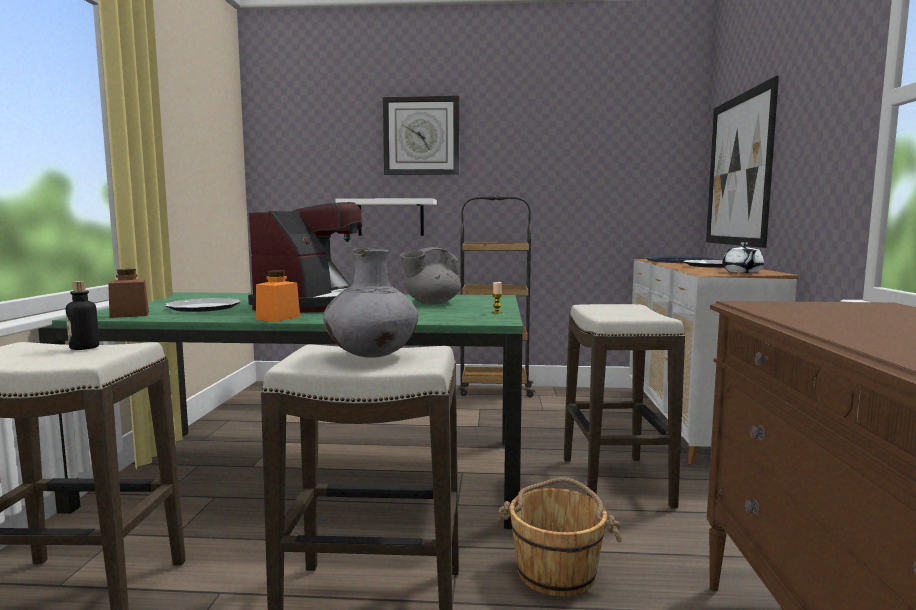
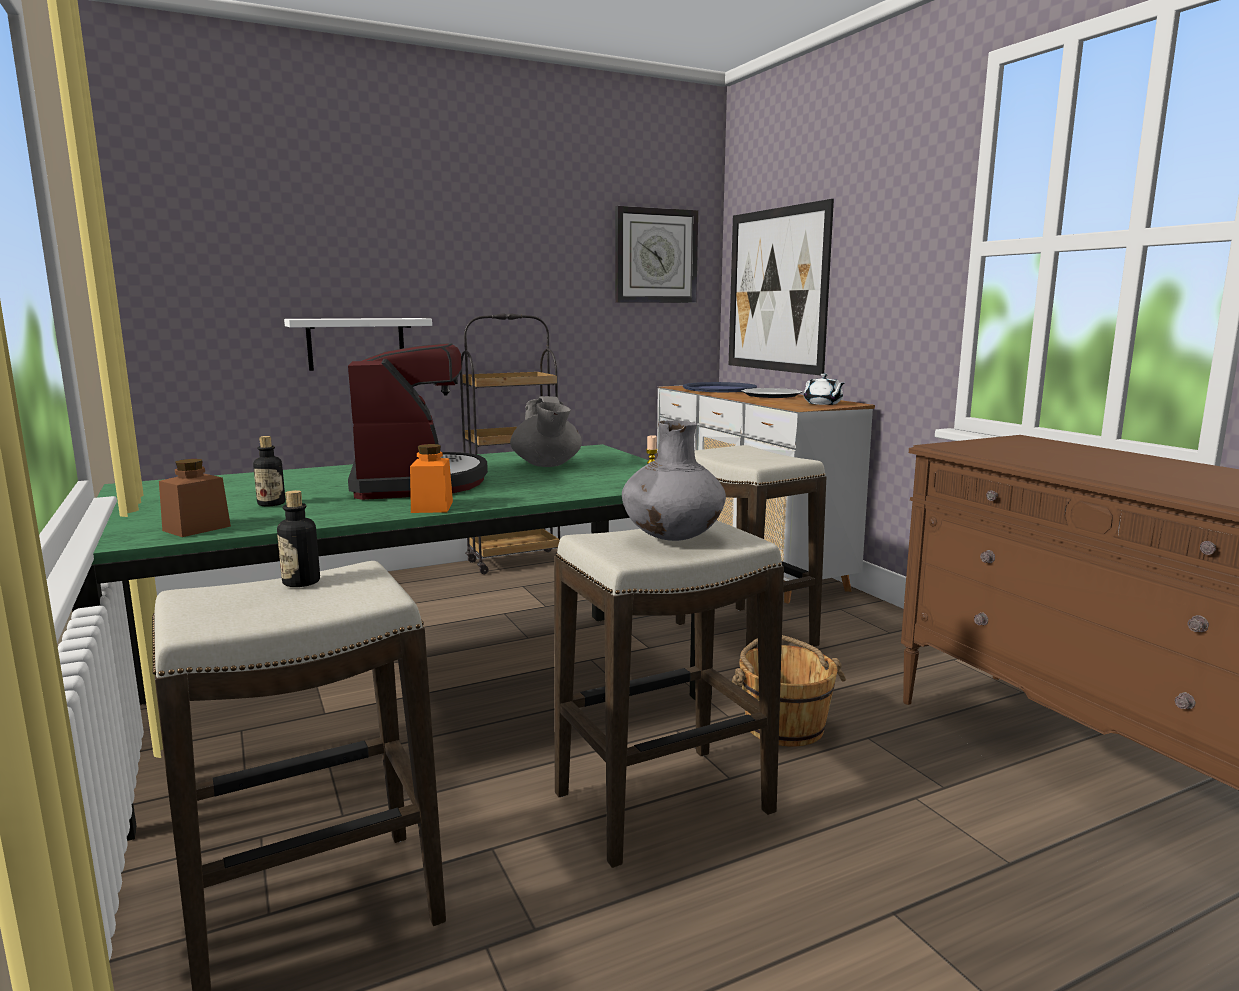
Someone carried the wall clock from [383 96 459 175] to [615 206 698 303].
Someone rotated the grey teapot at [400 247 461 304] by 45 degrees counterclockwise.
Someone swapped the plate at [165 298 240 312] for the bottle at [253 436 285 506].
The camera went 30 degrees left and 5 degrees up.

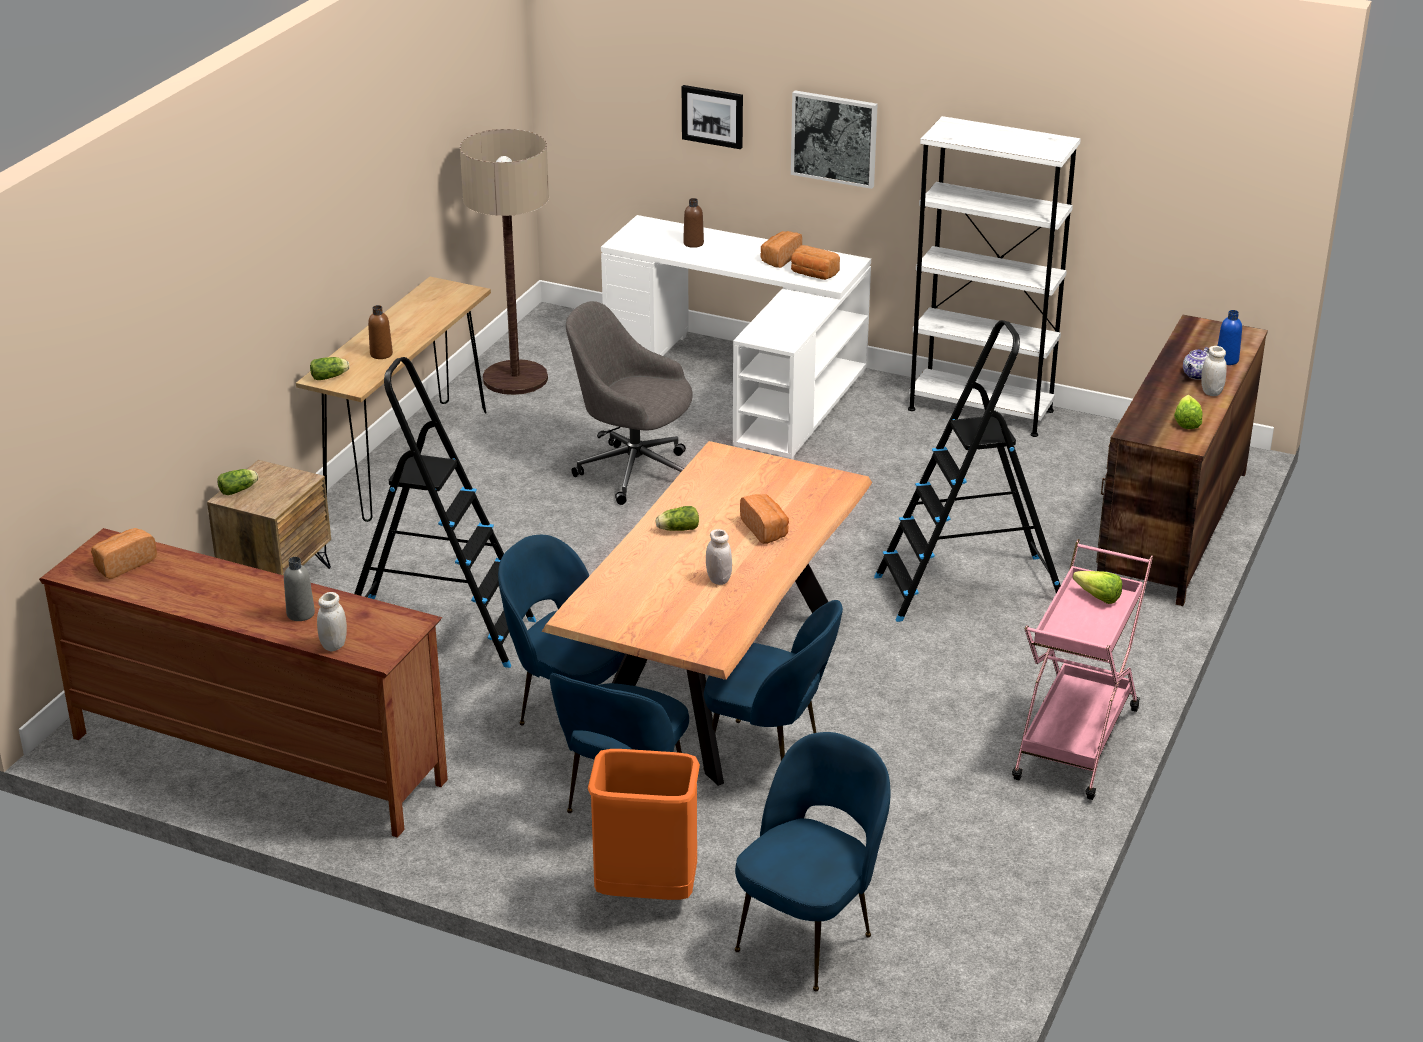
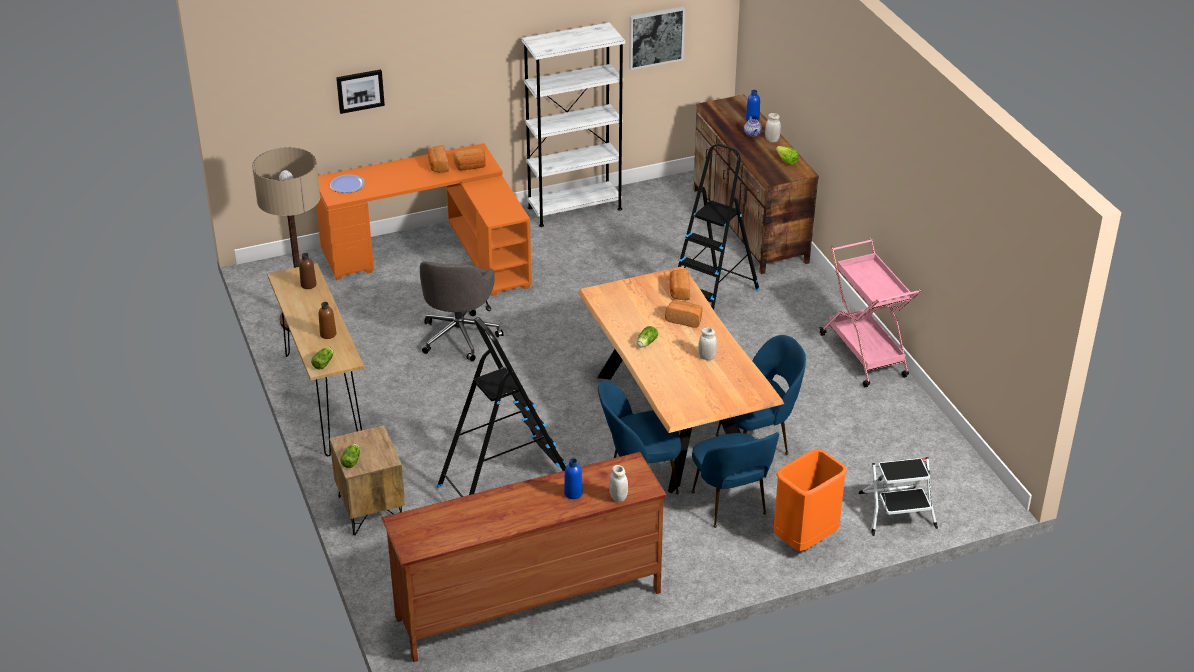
Someone carried the picture from [791 90 878 189] to [629 7 685 70].
Someone carried the brown bottle from [683 198 704 248] to [299 253 317 289].
Someone repainted the white desk at [601 215 871 460], which became the orange desk at [316 143 532 296].
Someone rotated the grey office chair at [566 301 693 505] by 60 degrees counterclockwise.
Someone carried the bread from [91 528 157 579] to [670 269 690 300].
Someone repainted the grey bottle at [284 557 315 621], which became the blue bottle at [564 458 583 499].
Someone took away the lettuce at [1073 571 1122 604].
Someone swapped the blue chair at [735 732 890 992] for the step ladder at [858 457 938 536].
Someone put down the plate at [330 174 365 193].
The camera went 45 degrees left and 5 degrees up.

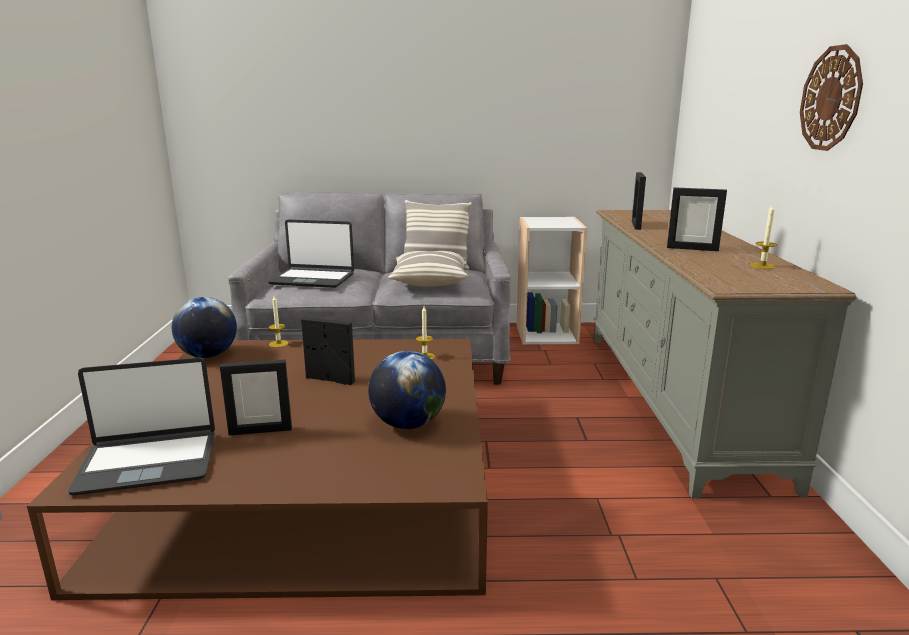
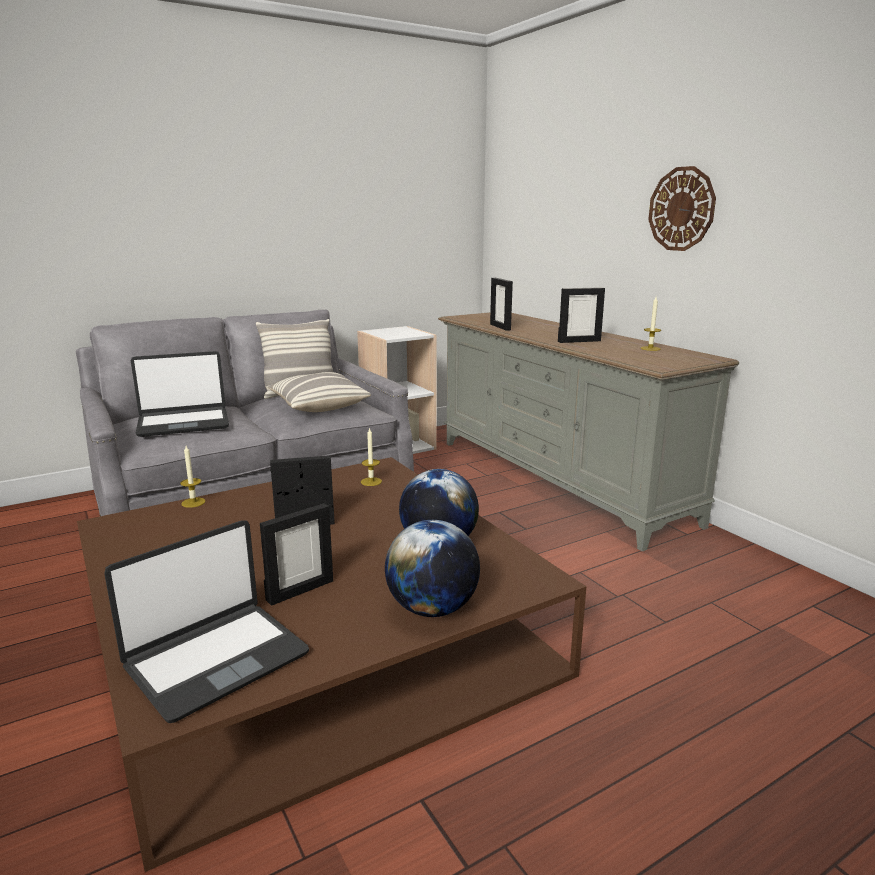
Someone carried the globe from [172 297 237 358] to [385 520 480 617].
The camera went 30 degrees left and 0 degrees up.

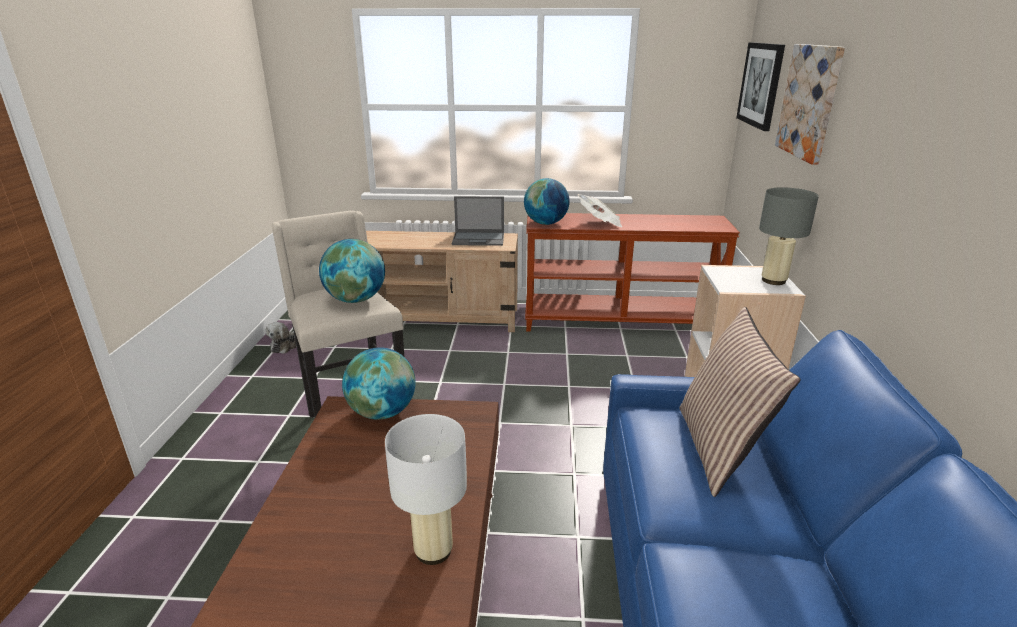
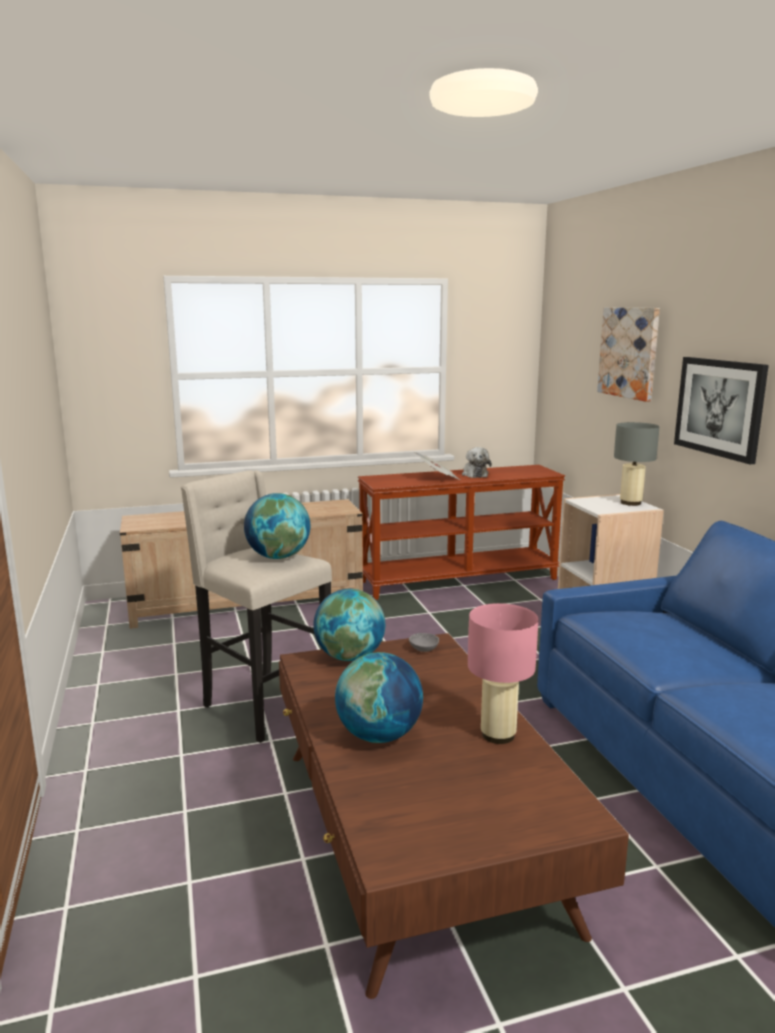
Someone carried the picture from [736 42 785 131] to [674 357 769 464].
Someone carried the globe from [524 178 570 225] to [335 652 423 743].
Someone took away the laptop at [452 196 504 246].
Someone took away the pillow at [679 307 801 497].
Someone carried the plush toy from [266 322 296 354] to [462 447 492 478].
Someone repainted the white table lamp at [385 414 467 565], which became the pink table lamp at [468 603 538 744].
Someone put down the grey bowl at [409 633 439 652].
The camera went 20 degrees left and 10 degrees down.

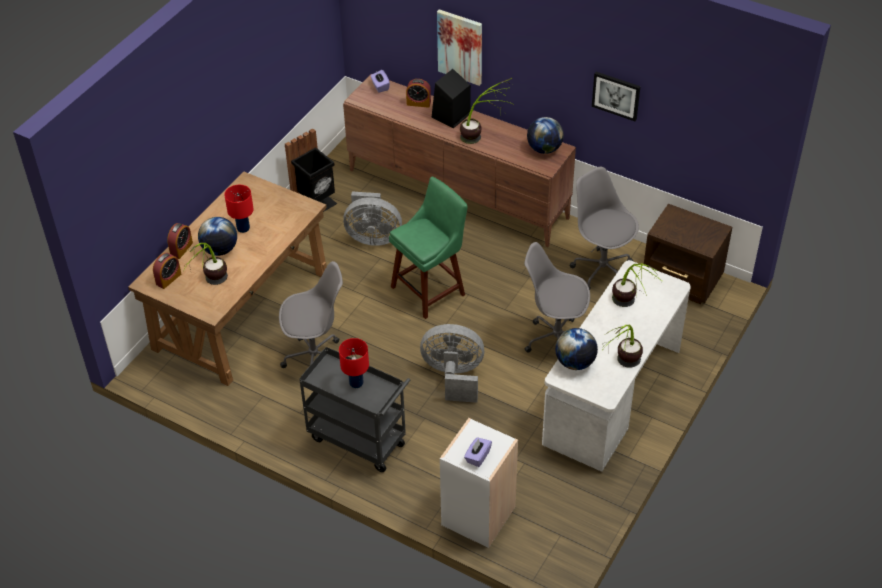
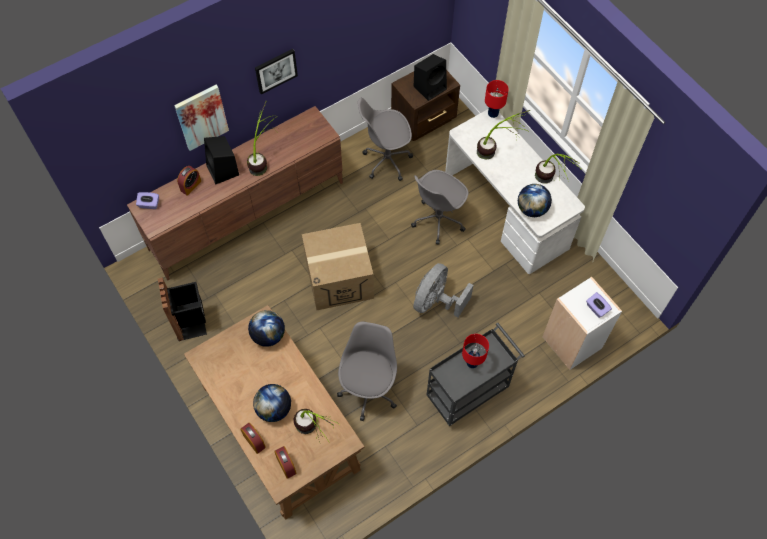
Someone carried the picture from [592 72 641 121] to [255 49 298 95].
Someone carried the globe from [527 117 564 154] to [248 310 285 347].
Someone swapped the green chair at [389 177 468 319] for the cardboard box at [302 223 374 310].
Someone carried the red table lamp from [224 185 254 233] to [485 80 509 118].
Someone took away the grey fan at [343 192 402 246].
Someone put down the black speaker at [414 54 447 101].
The camera went 65 degrees left and 15 degrees up.

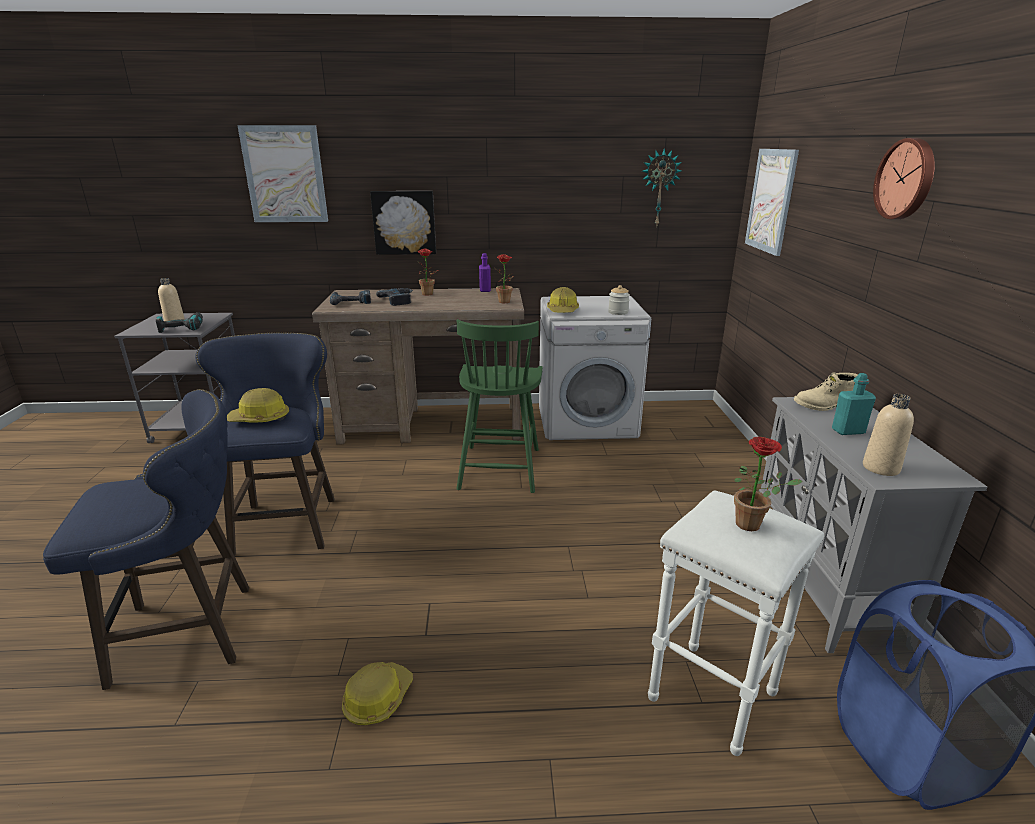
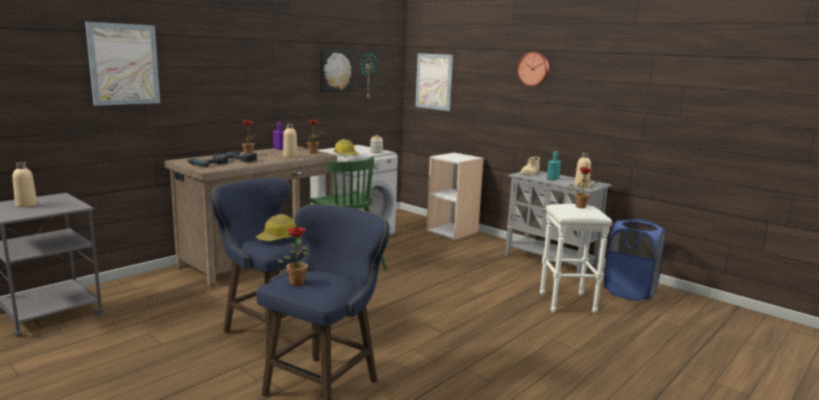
Someone carried the picture from [370 191 436 255] to [320 49 354 92].
Someone took away the power drill at [156 313 203 333].
Someone took away the hard hat at [342 662 413 725].
Someone put down the beige bottle at [283 124 298 158].
Someone put down the bookcase at [426 153 484 240].
Someone put down the potted plant at [277 227 309 286].
The camera went 45 degrees left and 10 degrees down.

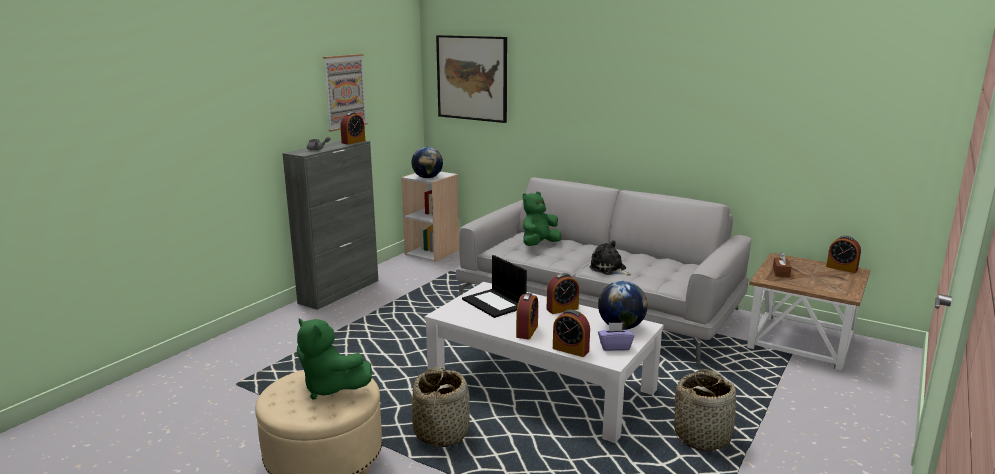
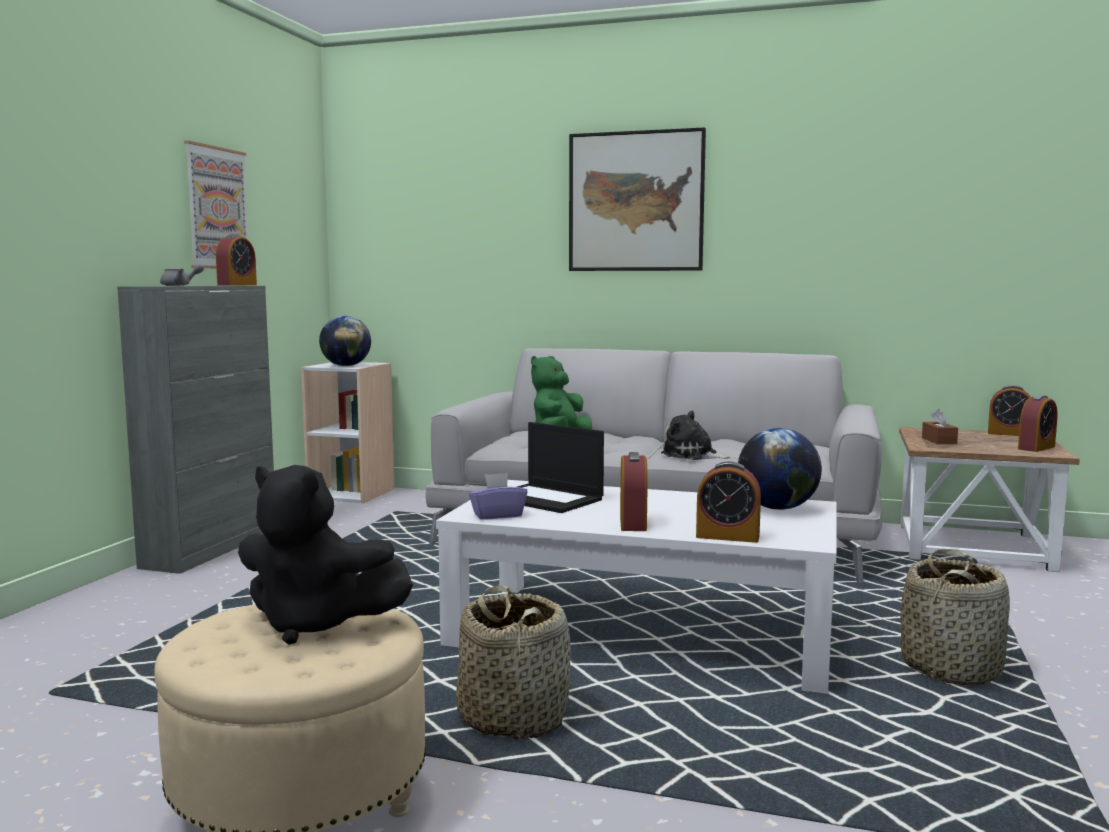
Someone carried the picture from [436 35 507 123] to [569 127 706 271].
Someone carried the alarm clock from [547 273 579 314] to [1018 395 1058 452].
Someone repainted the green plush toy at [297 319 372 399], which became the black plush toy at [238 465 413 645].
Someone carried the purple tissue box from [598 322 634 351] to [469 473 527 520].
The camera went 15 degrees left and 10 degrees down.

